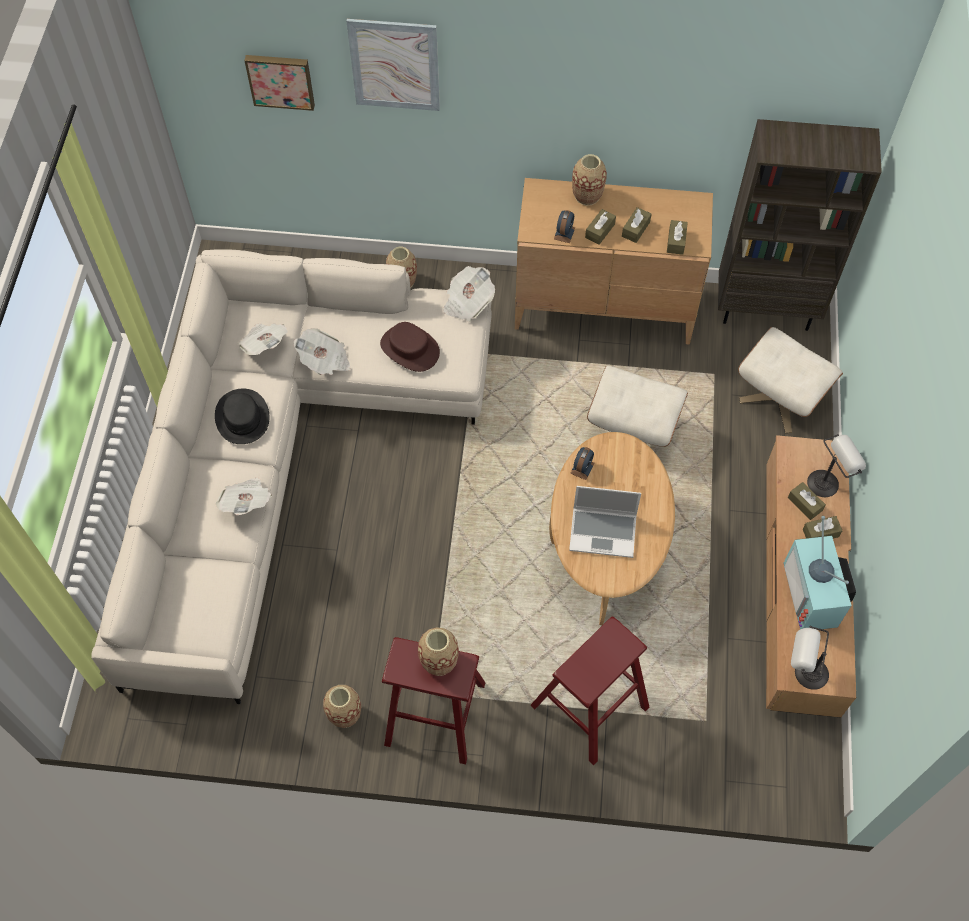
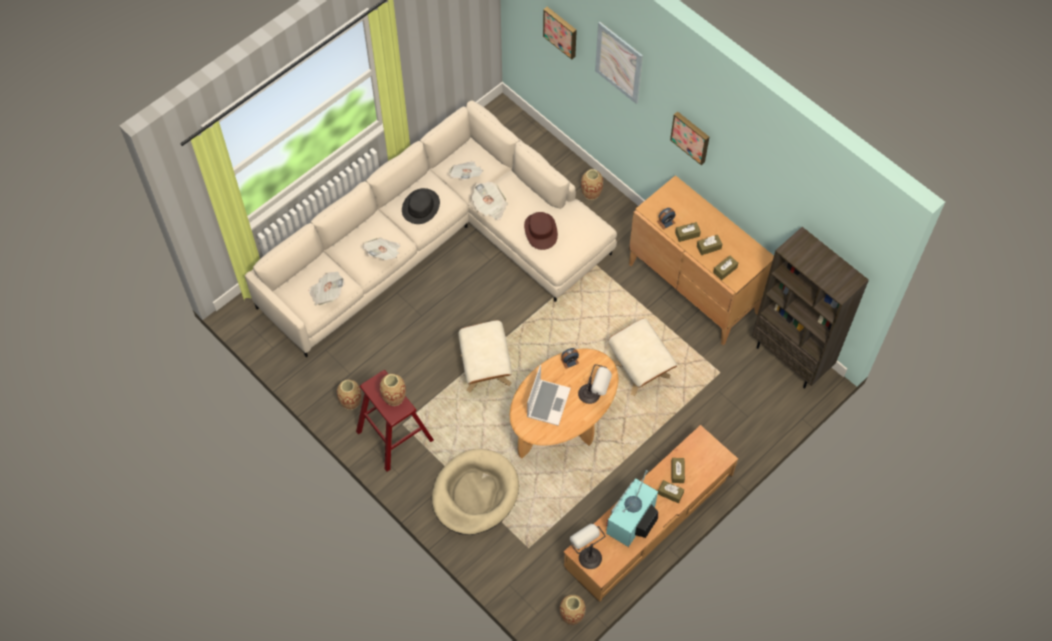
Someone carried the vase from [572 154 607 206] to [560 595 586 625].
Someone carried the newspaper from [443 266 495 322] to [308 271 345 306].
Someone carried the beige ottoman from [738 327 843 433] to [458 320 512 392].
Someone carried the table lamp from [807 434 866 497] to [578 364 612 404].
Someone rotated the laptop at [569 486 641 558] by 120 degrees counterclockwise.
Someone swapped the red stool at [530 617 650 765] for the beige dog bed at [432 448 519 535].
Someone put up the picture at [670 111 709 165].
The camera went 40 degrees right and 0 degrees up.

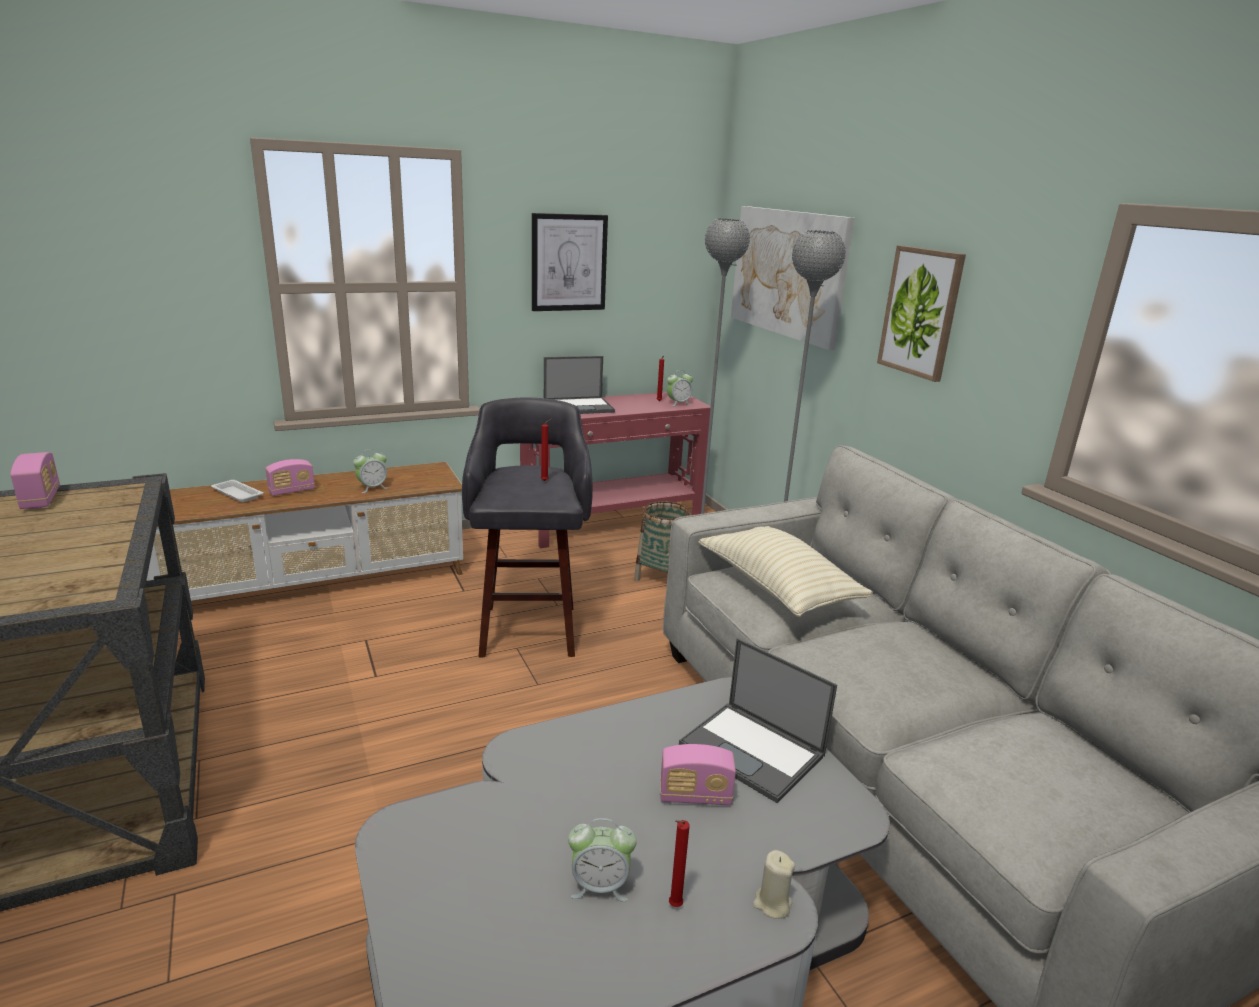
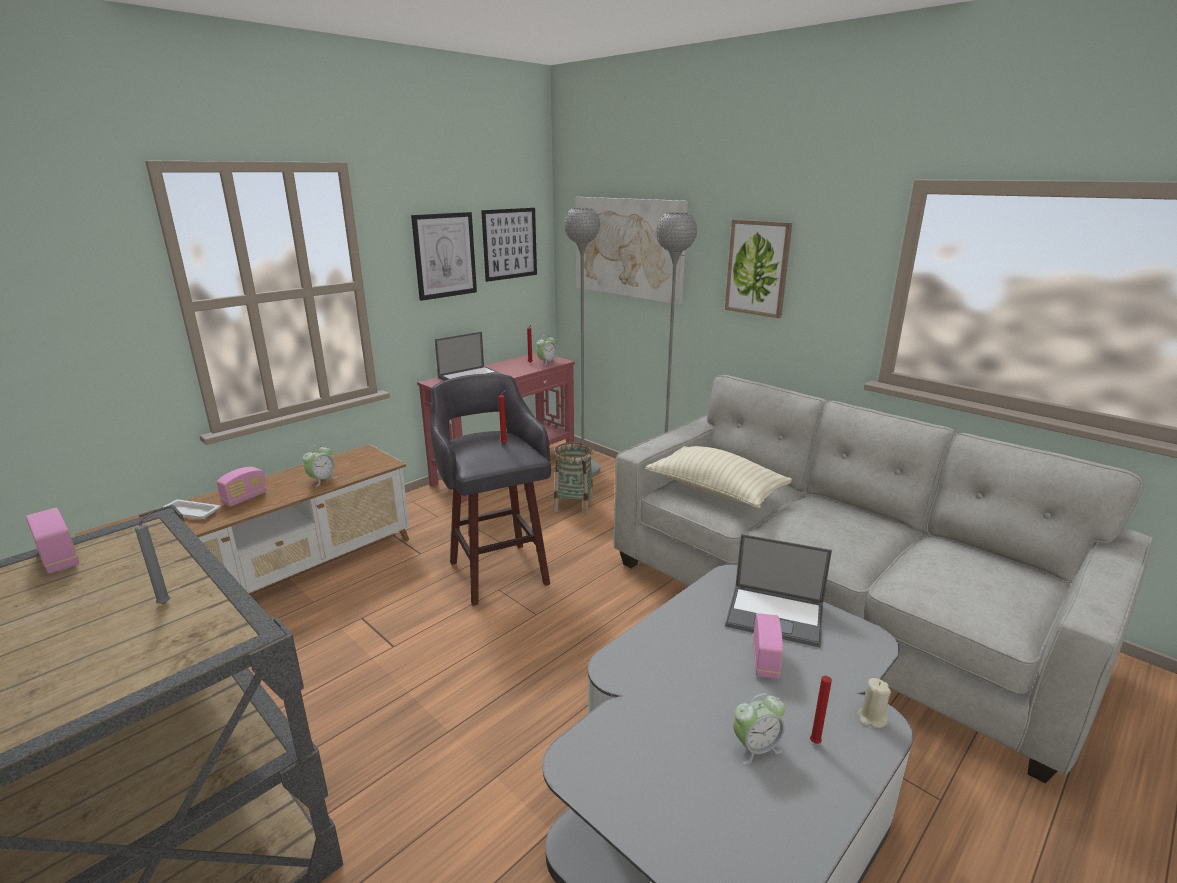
Someone rotated the radio at [660 744 736 805] by 60 degrees counterclockwise.
Someone put up the picture at [481 208 537 282].
Someone put down the grey candle at [135 513 170 604].
The camera went 20 degrees left and 0 degrees up.

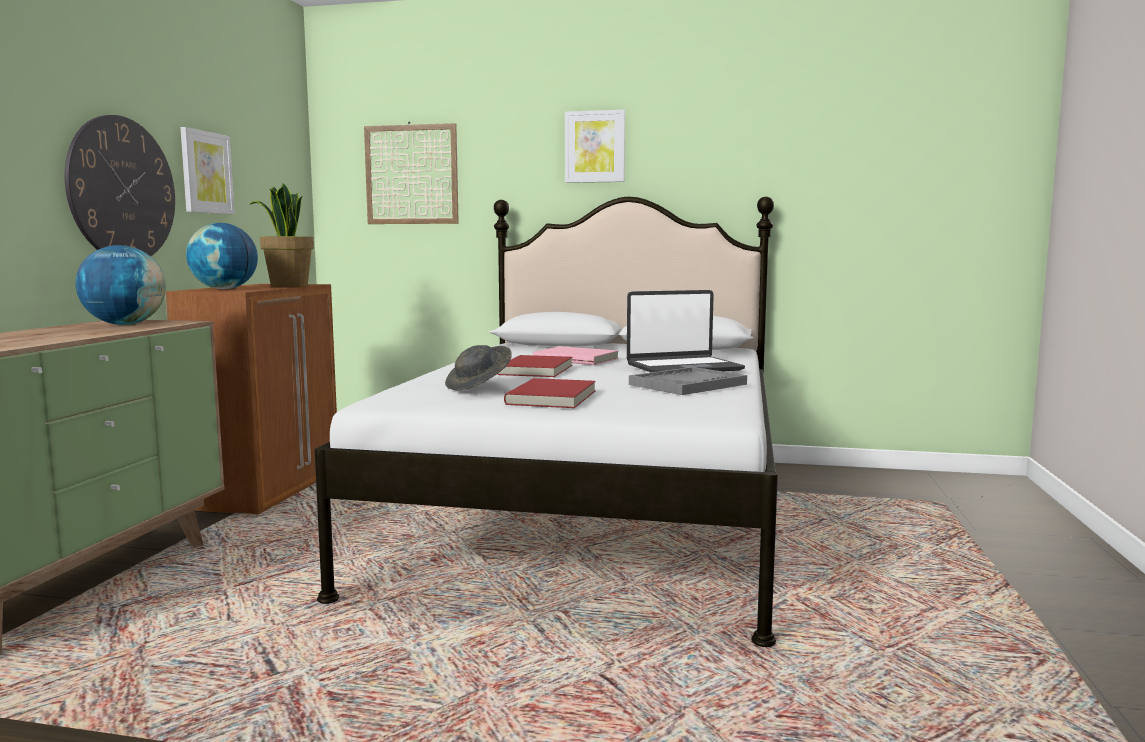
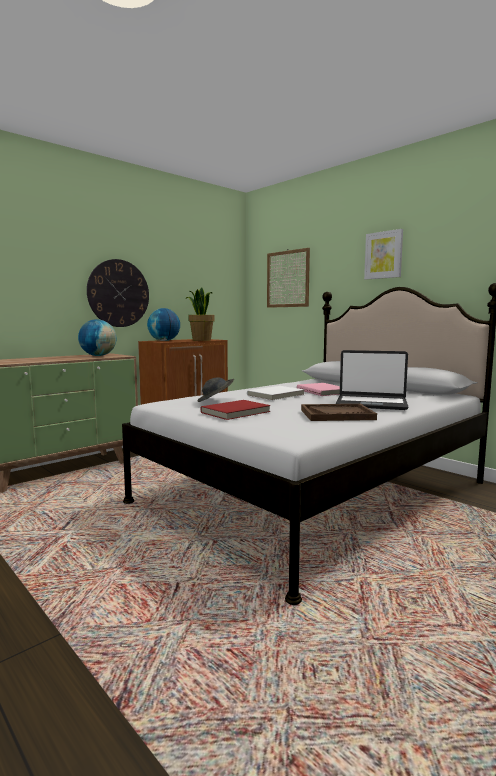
Someone took away the picture at [180 127 235 214].
Someone repainted the red book at [497 355 573 377], which became the white book at [247 386 305 401].
Someone repainted the grey tray at [629 367 747 395], which became the brown tray at [301 404 377 421].
The camera went 35 degrees right and 0 degrees up.

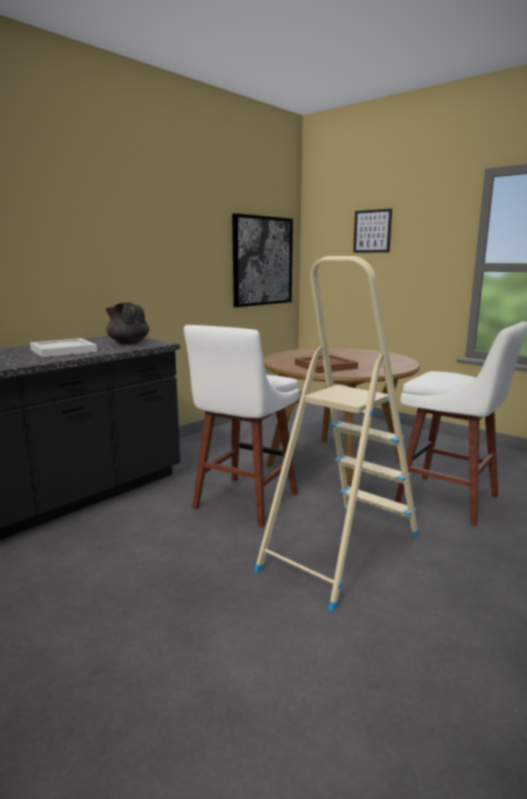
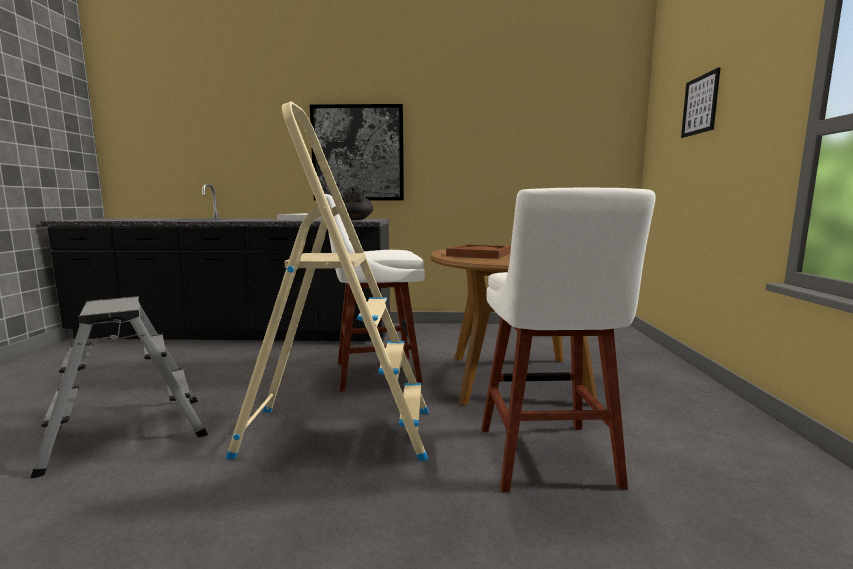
Someone carried the picture from [232 213 293 307] to [310 104 404 200].
Someone put down the grey step ladder at [30 296 208 478].
The camera went 50 degrees right and 5 degrees down.

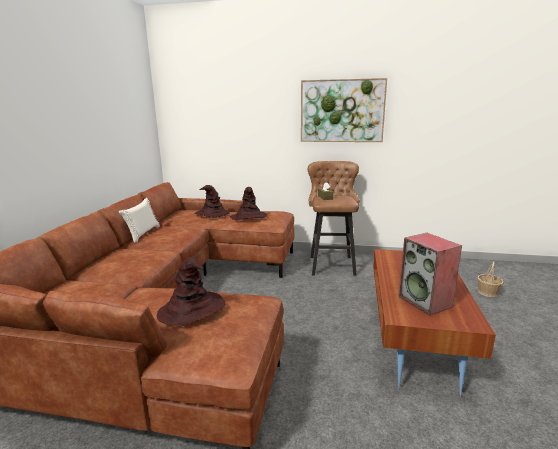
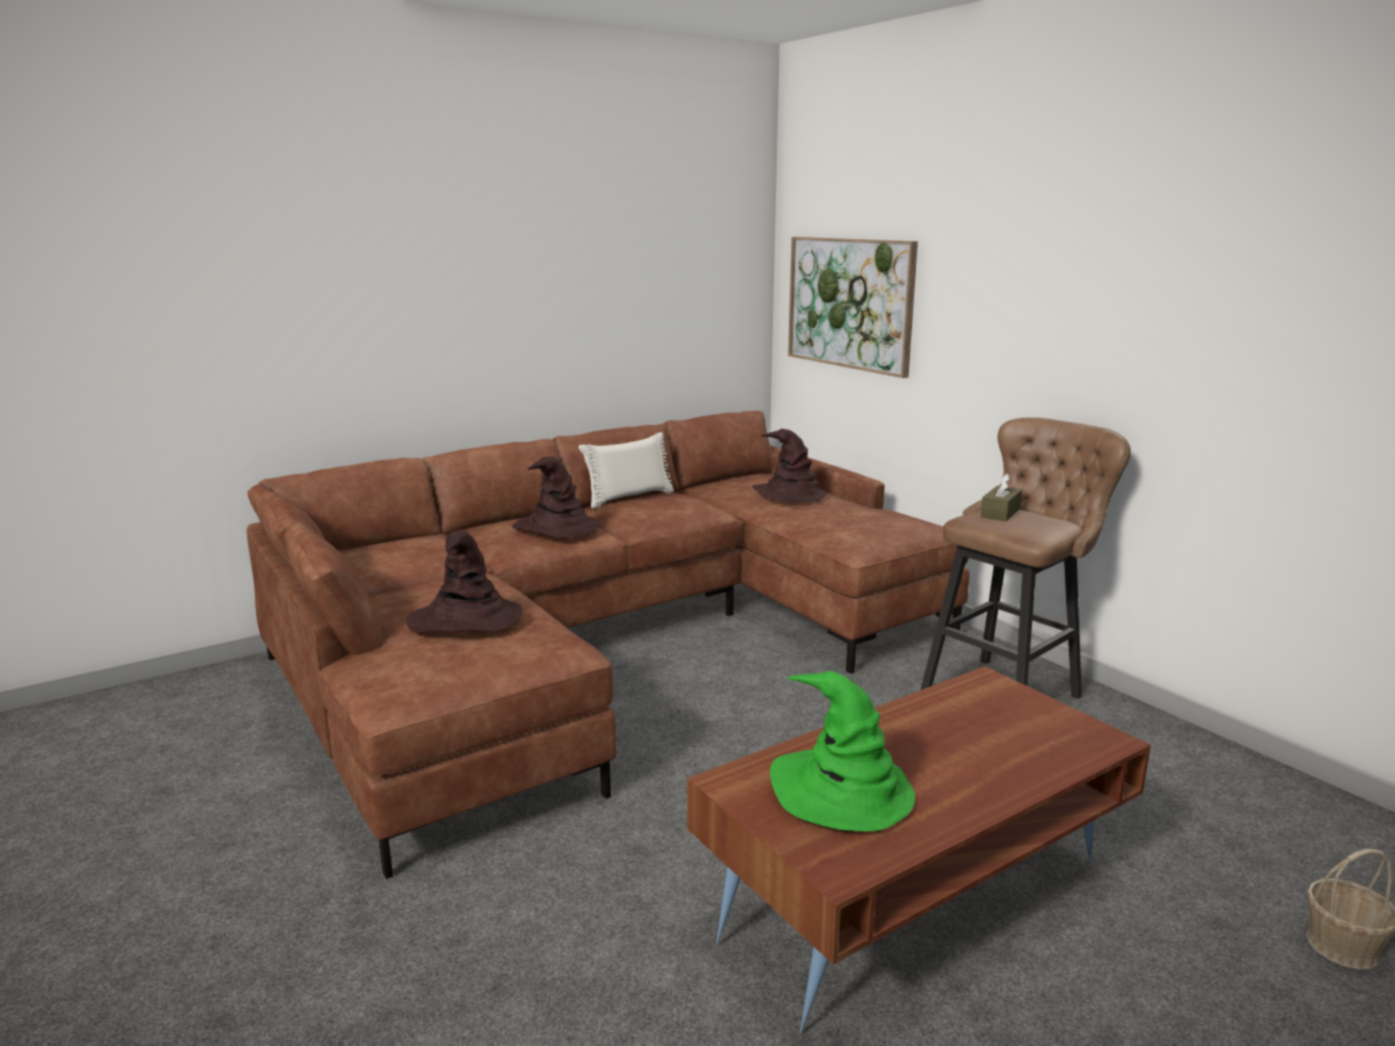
Someone carried the picture from [301 78 387 142] to [788 237 918 378].
Someone carried the brown hat from [230 187 267 220] to [512 457 600 538].
Someone swapped the speaker at [398 233 462 315] for the green hat at [770 671 915 831].
The camera went 45 degrees right and 0 degrees up.

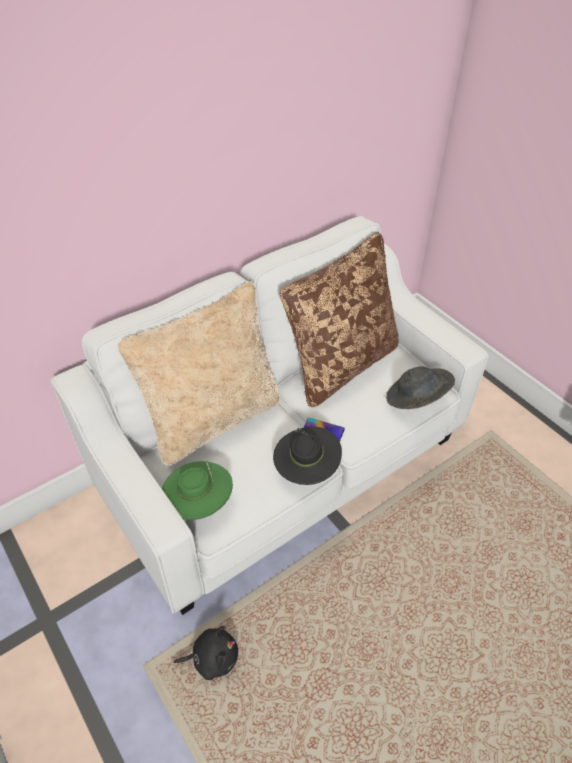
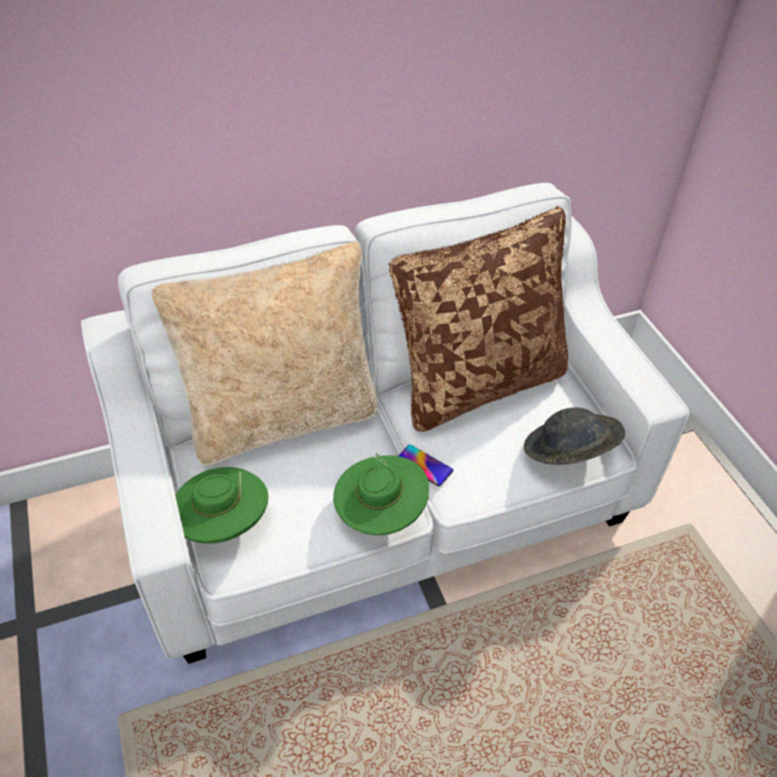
Someone repainted the black hat at [273 427 342 485], which became the green hat at [333 453 429 535].
Someone took away the black plush toy at [174 626 238 680].
The camera went 15 degrees right and 0 degrees up.

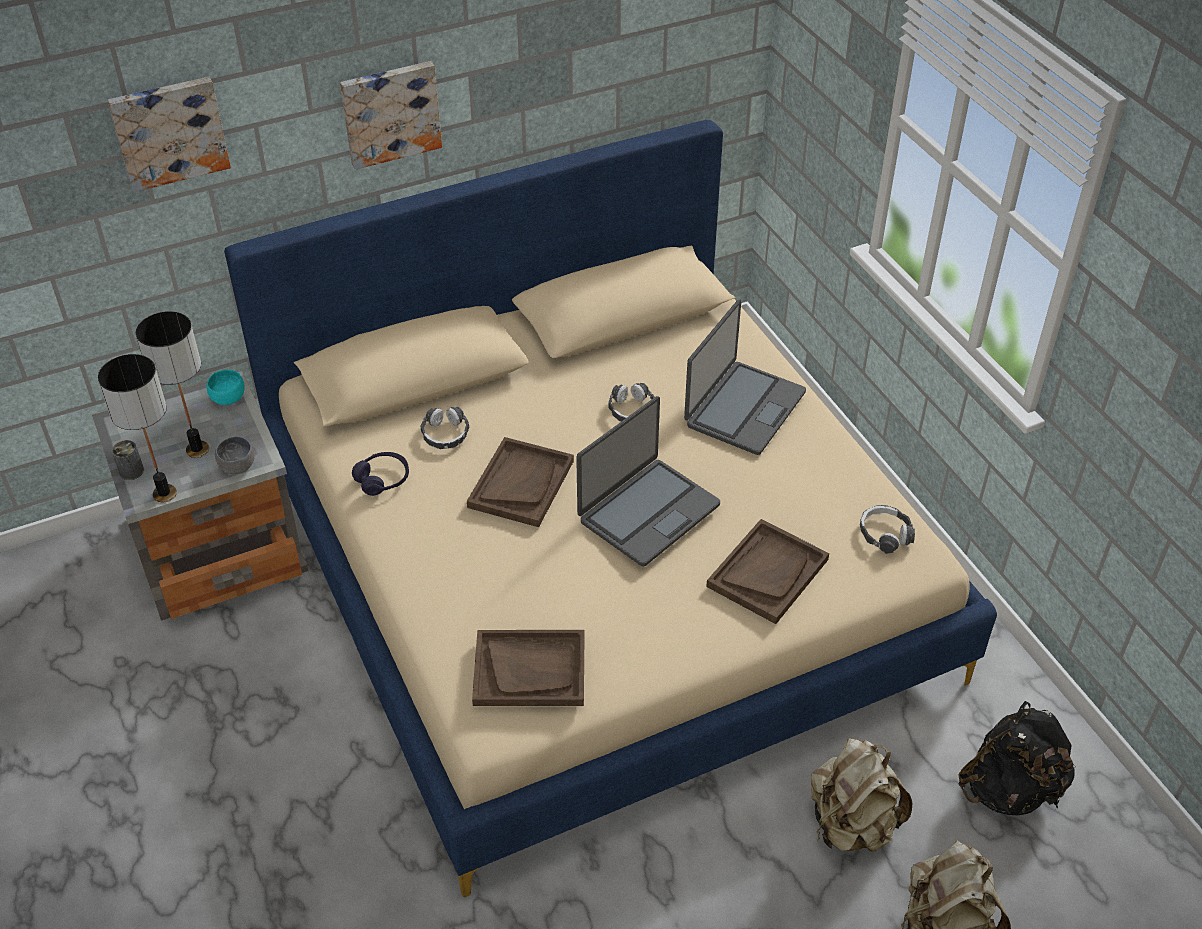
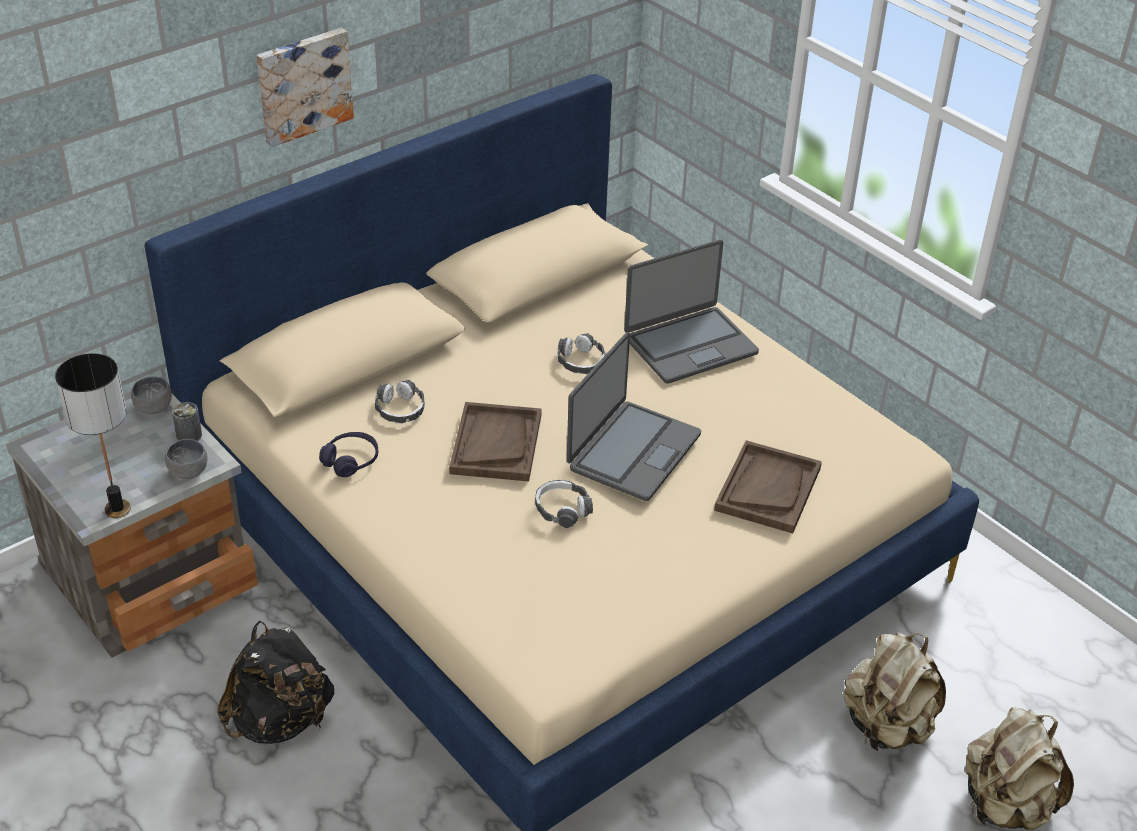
Someone took away the picture at [107 77 231 192].
Someone rotated the laptop at [684 299 806 455] by 45 degrees clockwise.
Someone took away the table lamp at [136 311 209 458].
Someone repainted the turquoise bowl at [207 370 244 405], which became the grey bowl at [131 376 172 414].
Someone carried the can from [112 440 144 480] to [172 402 202 441].
Someone carried the headphones from [860 505 915 554] to [535 480 593 528].
Someone took away the brown tray at [472 630 584 706].
Someone carried the black backpack from [958 701 1076 815] to [217 621 334 744].
The camera went 15 degrees left and 5 degrees down.

